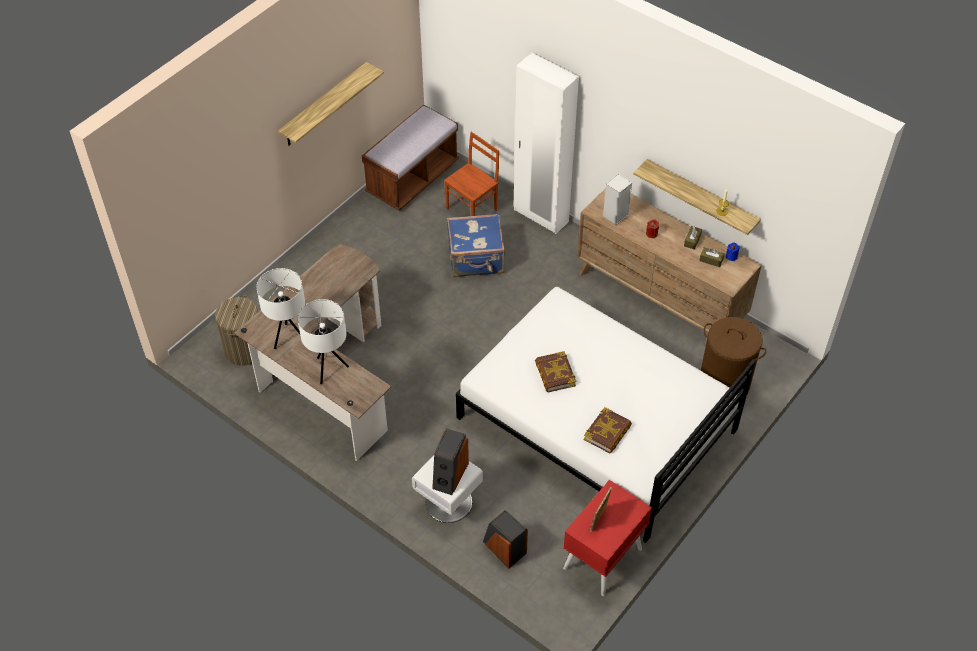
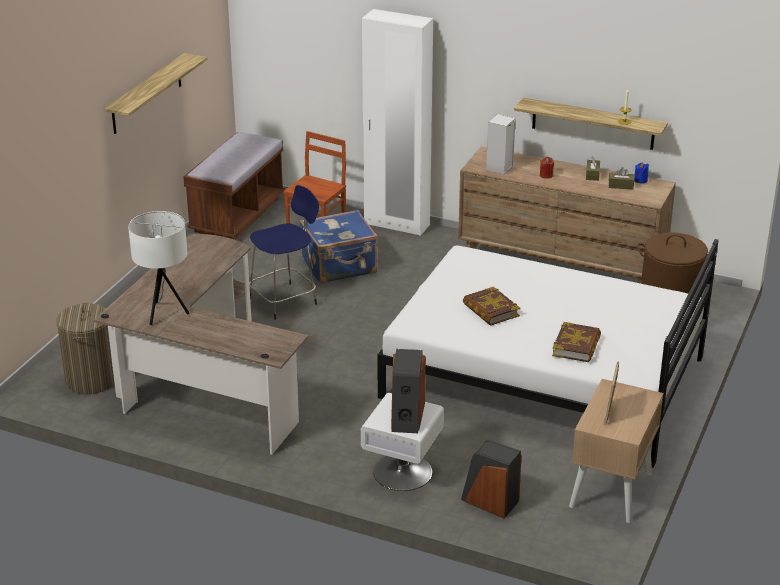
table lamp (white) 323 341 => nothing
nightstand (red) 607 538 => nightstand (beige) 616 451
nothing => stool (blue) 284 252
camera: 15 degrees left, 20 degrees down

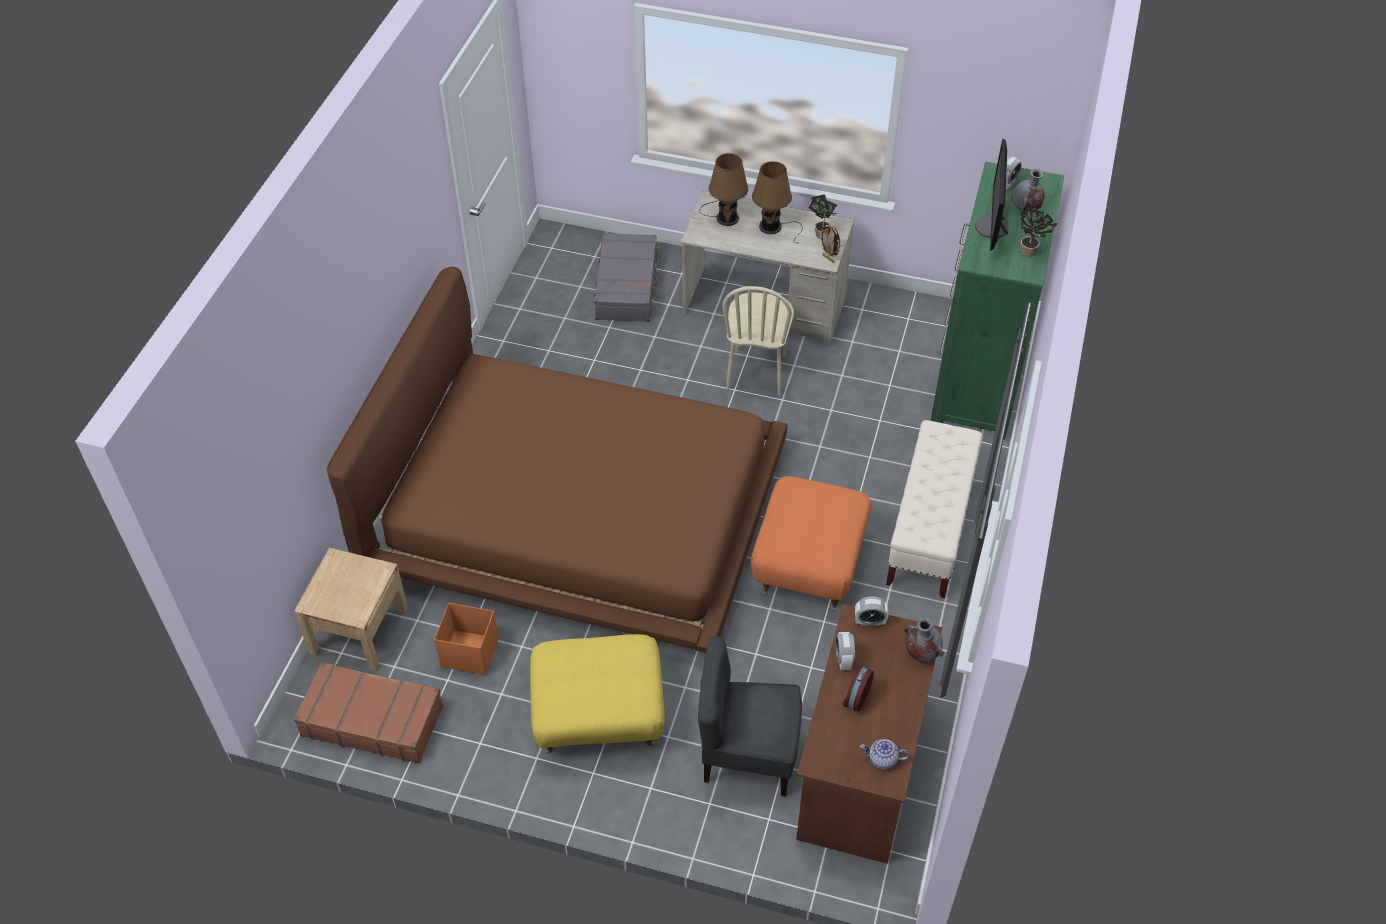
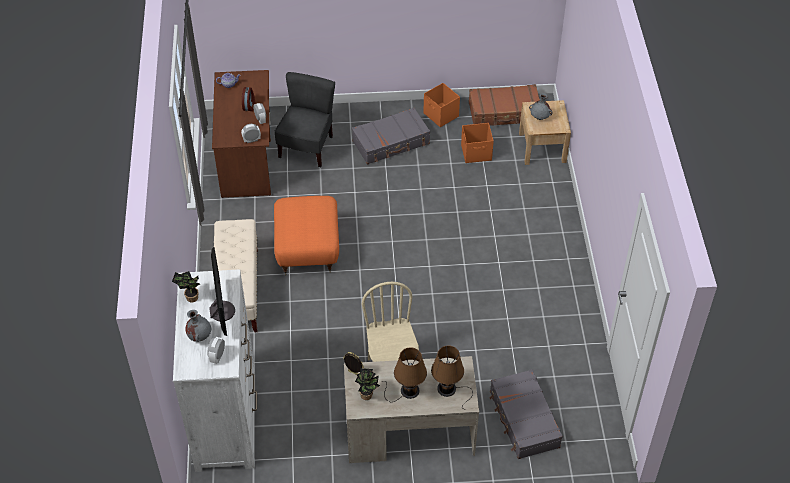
dresser (green) 997 301 => dresser (white) 215 370
bed (brown) 557 460 => nothing
vase (grey) 924 640 => vase (grey) 541 106, shifted
ottoman (yellow) 597 694 => suitcase (grey) 391 136
chair (grey) 750 716 => chair (grey) 305 119, 60 degrees counterclockwise
nothing => storage box (orange) 441 105
camera: 160 degrees right, 0 degrees up

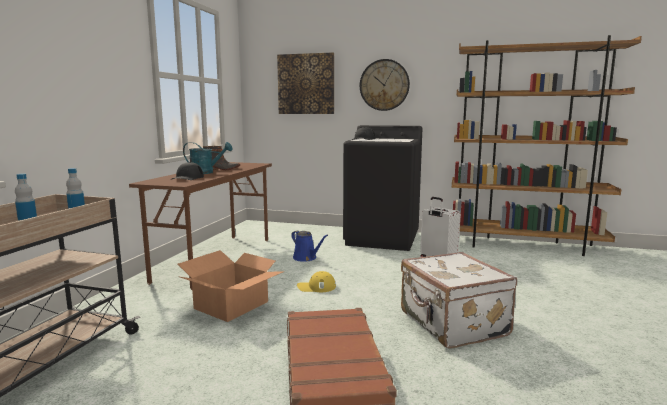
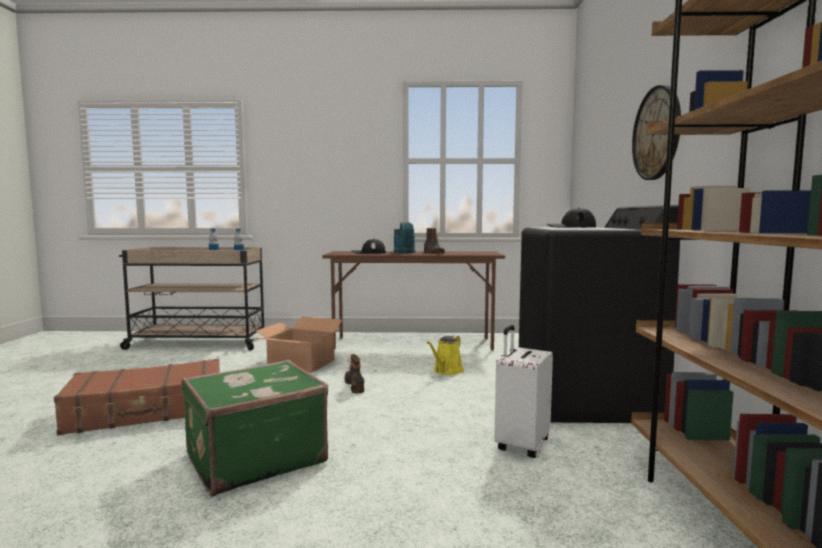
picture 305 83 => nothing
watering can (blue) 309 246 => watering can (yellow) 445 355
suitcase (white) 459 300 => suitcase (green) 254 428
cap (yellow) 316 281 => boot 355 373
camera: 75 degrees right, 5 degrees down

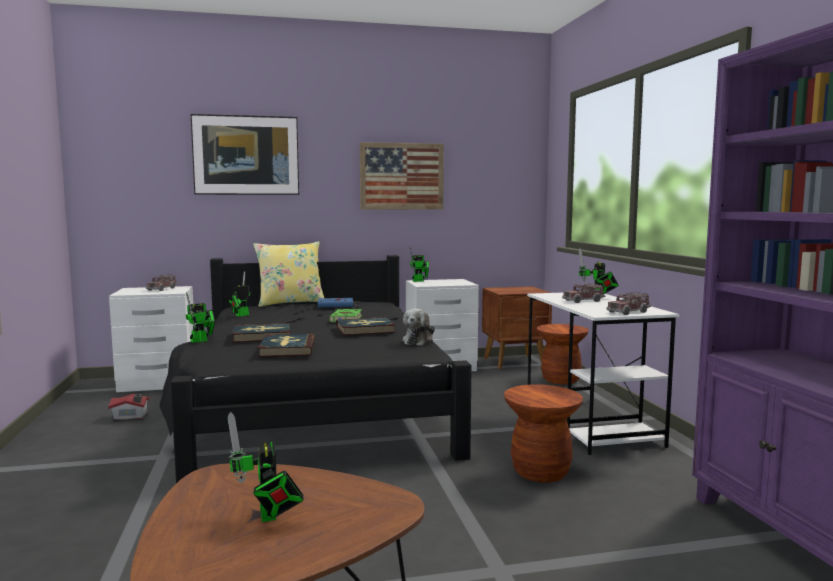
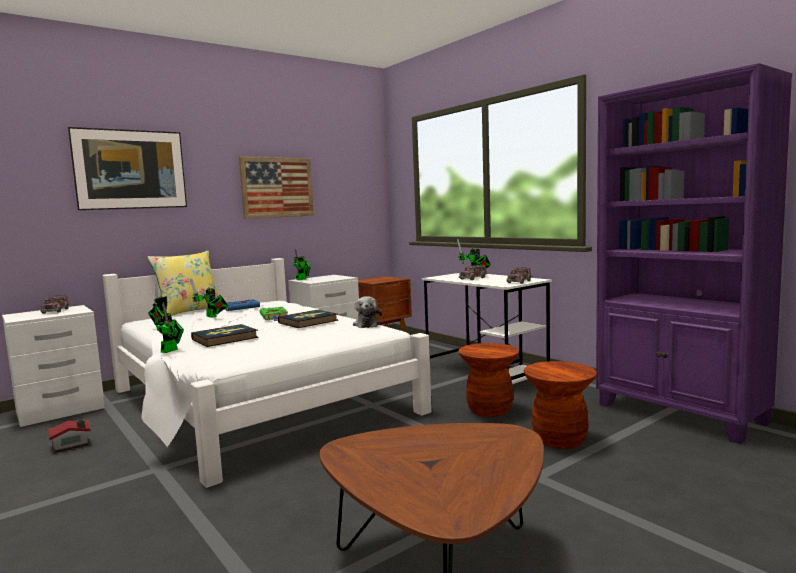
bed (black) 316 369 => bed (white) 267 373
stool (brown) 563 354 => stool (brown) 560 405, shifted
book 286 345 => nothing
toy robot 265 467 => toy robot 209 298, shifted
camera: 25 degrees left, 0 degrees up

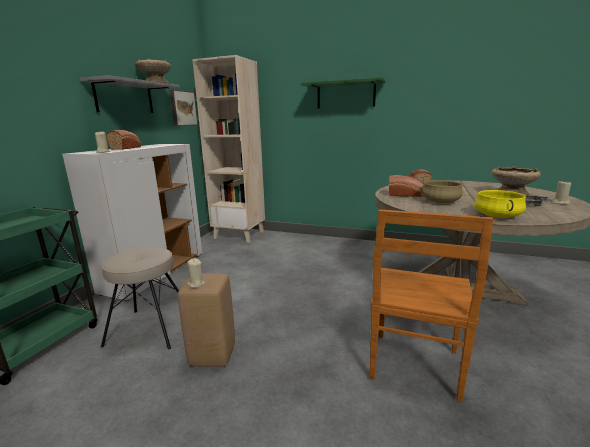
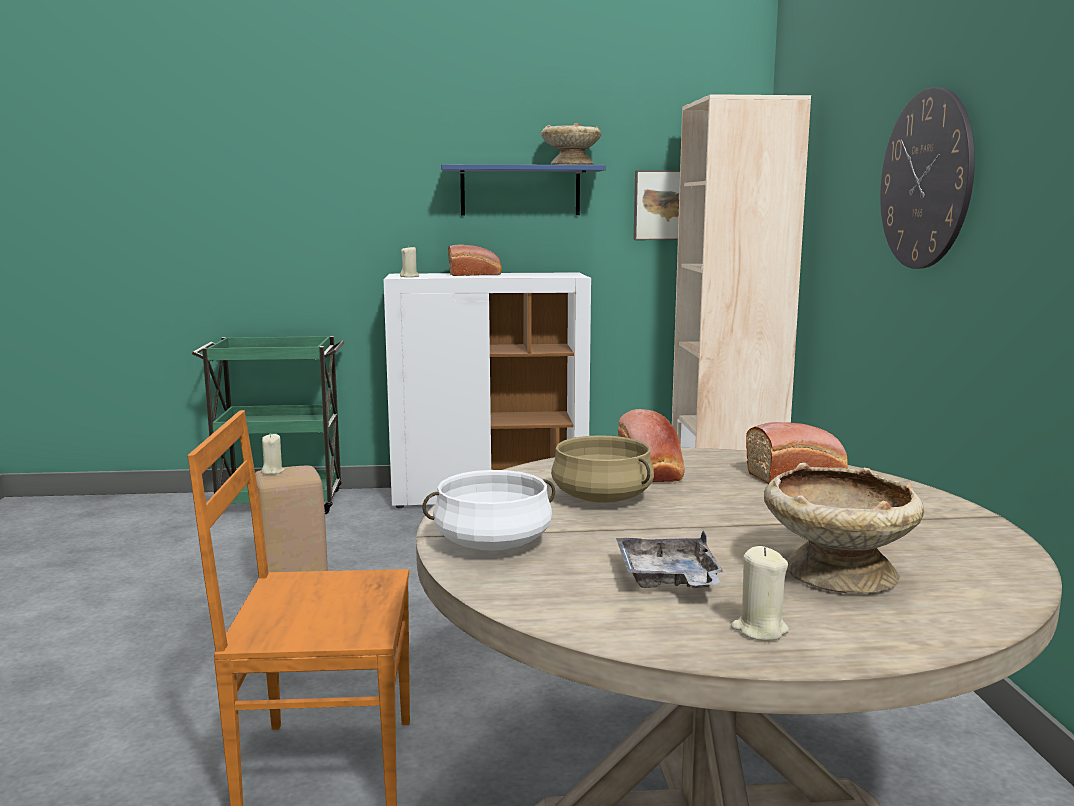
shelf (grey) 130 94 => shelf (blue) 523 189
shelf (green) 343 92 => wall clock 927 178
cooking pot (yellow) 500 204 => cooking pot (white) 488 510
stool (beige) 140 298 => nothing
camera: 65 degrees right, 5 degrees down

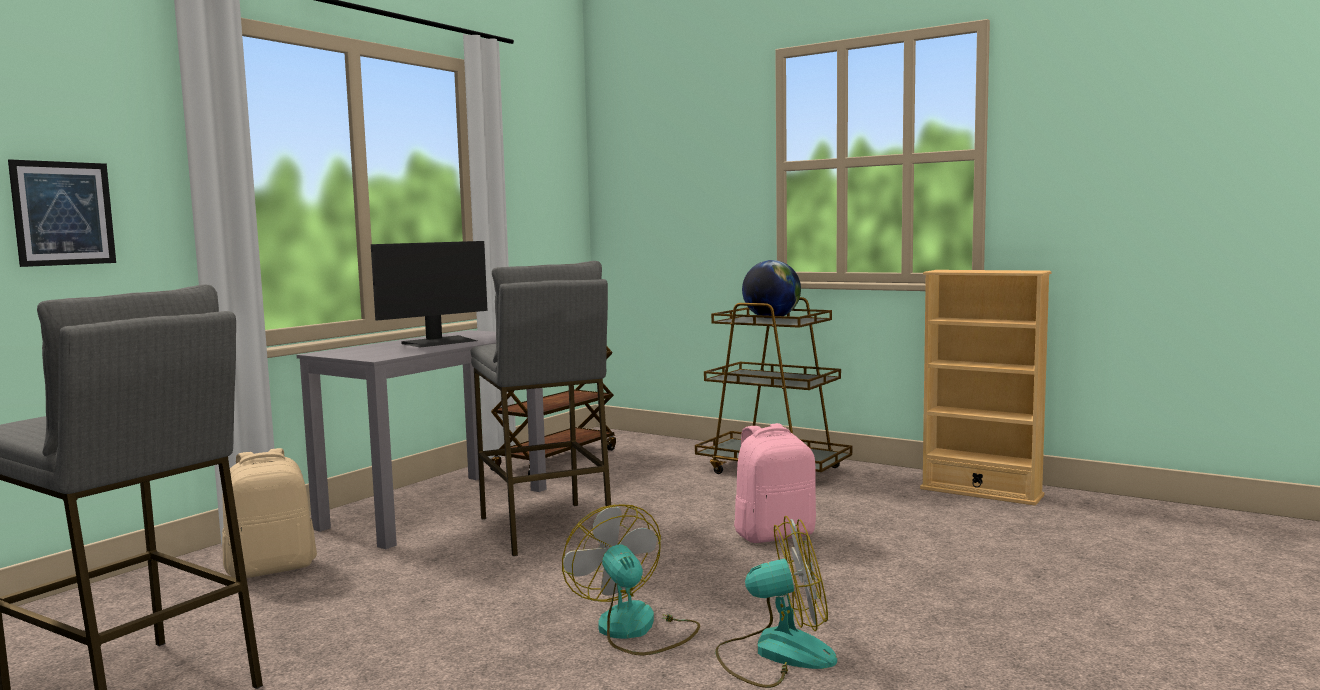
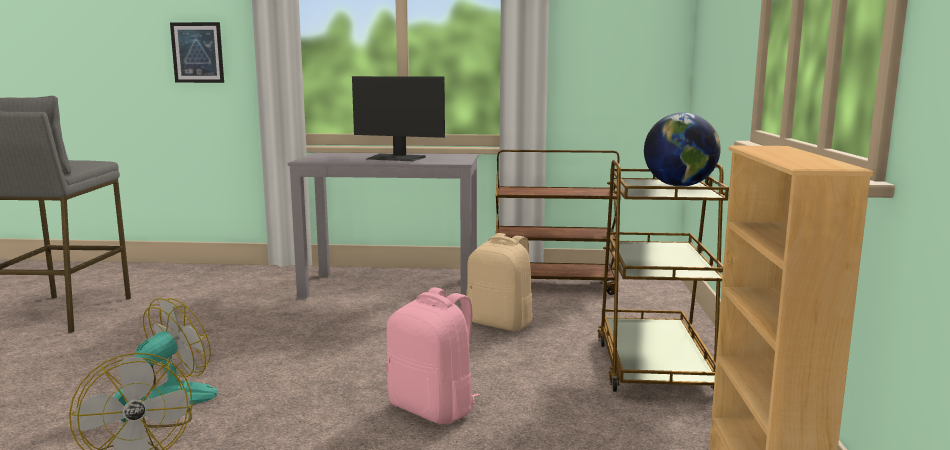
stool (grey) 541 408 => nothing
backpack (beige) 269 513 => backpack (beige) 499 282, shifted
camera: 60 degrees right, 5 degrees up

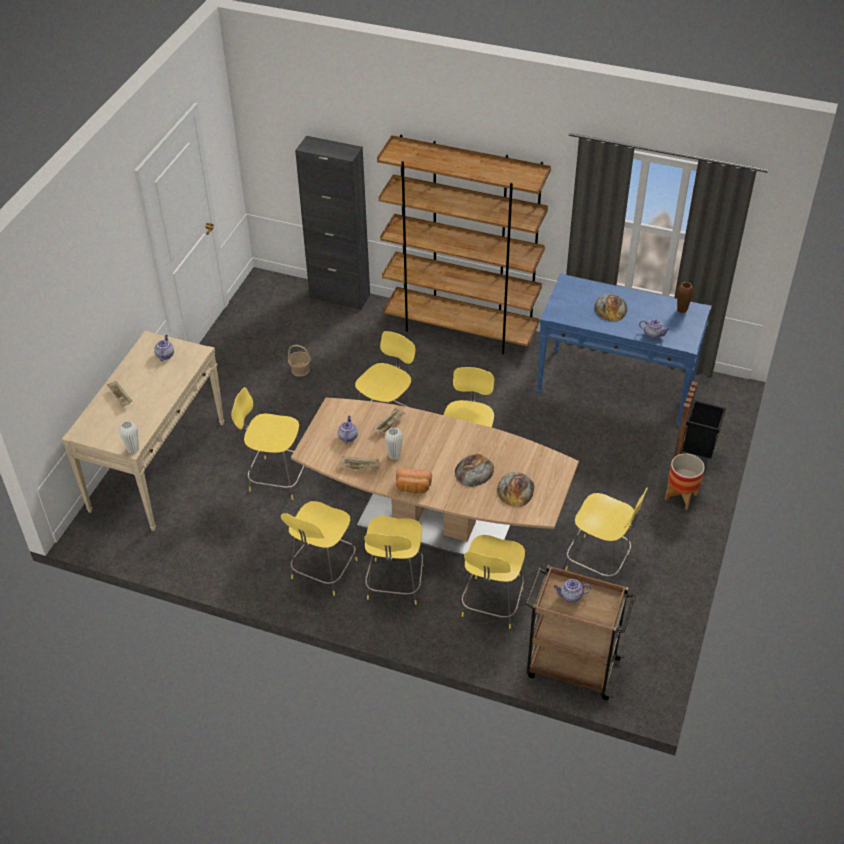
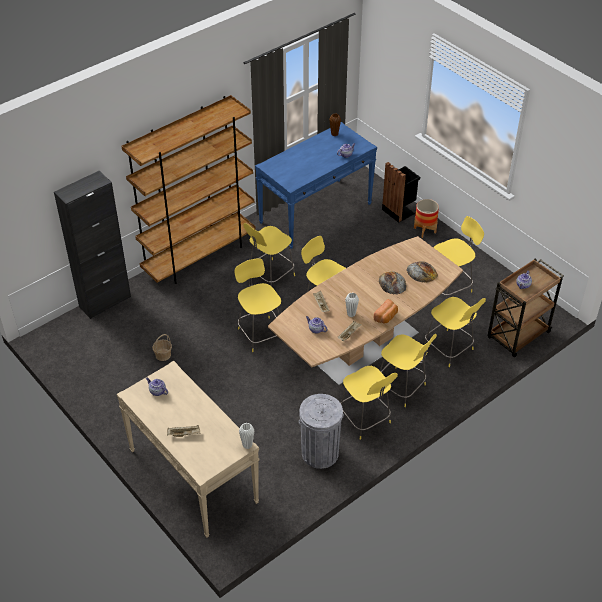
bread 610 307 => nothing
stool (yellow) 267 443 => stool (yellow) 269 255, shifted
nothing => trash can (grey) 321 431
camera: 60 degrees left, 0 degrees up

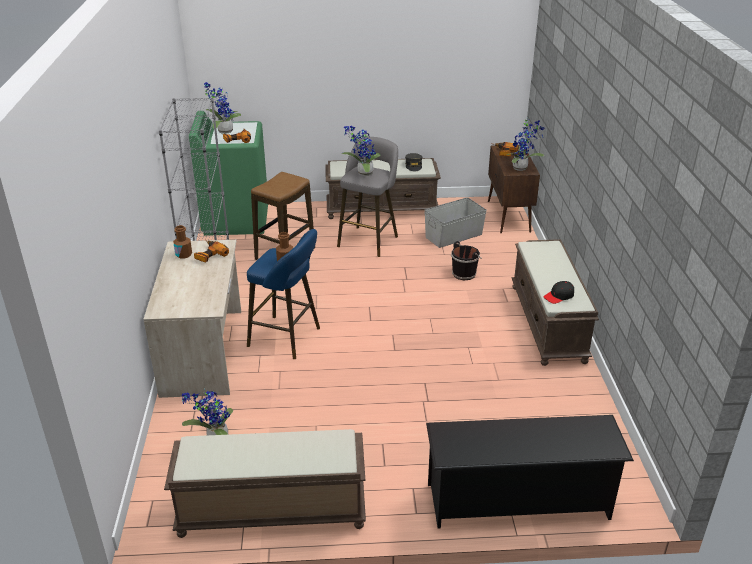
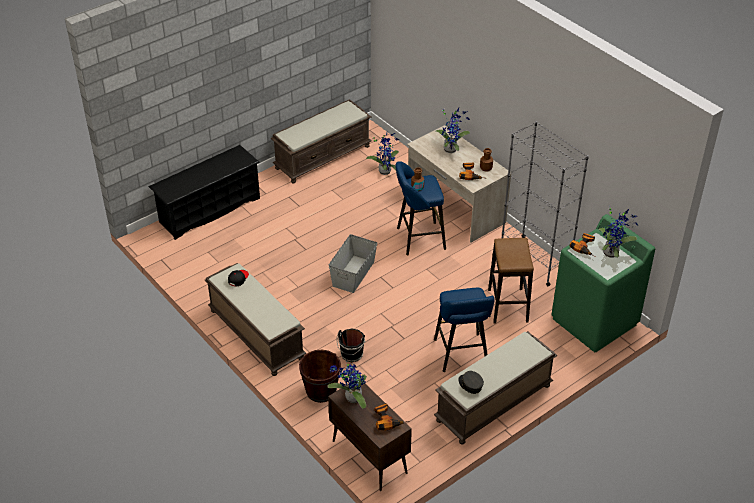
potted plant 361 151 => potted plant 453 130, shifted
stool (grey) 367 197 => stool (blue) 464 330
storage box (grey) 455 222 => storage box (grey) 353 263, shifted
nothing => bucket (brown) 320 376
camera: 145 degrees right, 10 degrees up

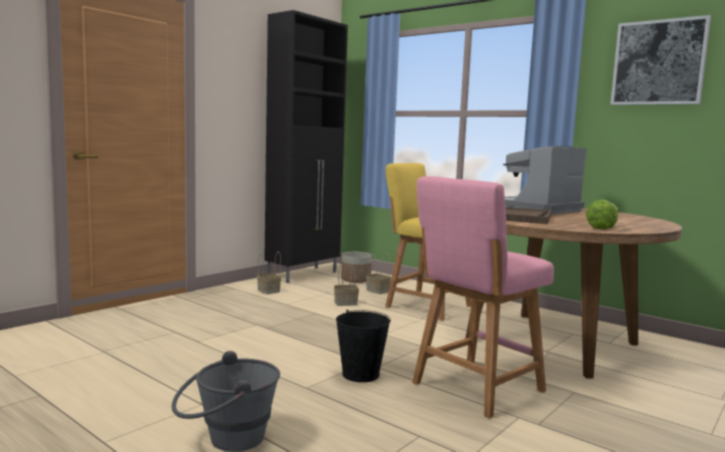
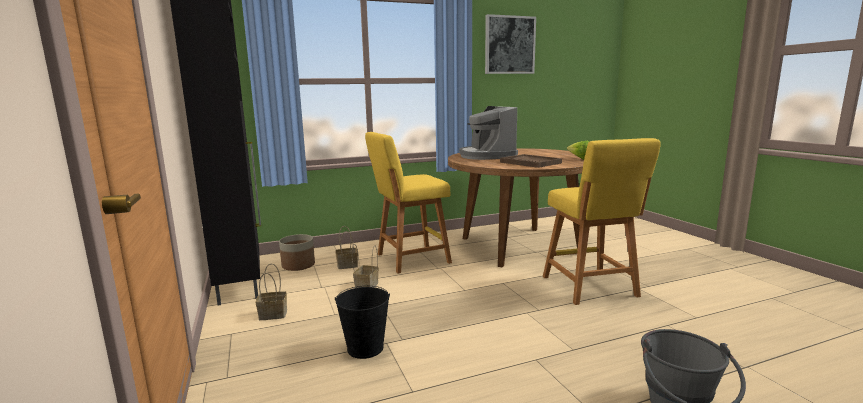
stool (pink) 483 297 => stool (yellow) 602 221
bucket (black) 363 346 => bucket (black) 362 322, shifted
camera: 60 degrees left, 5 degrees up

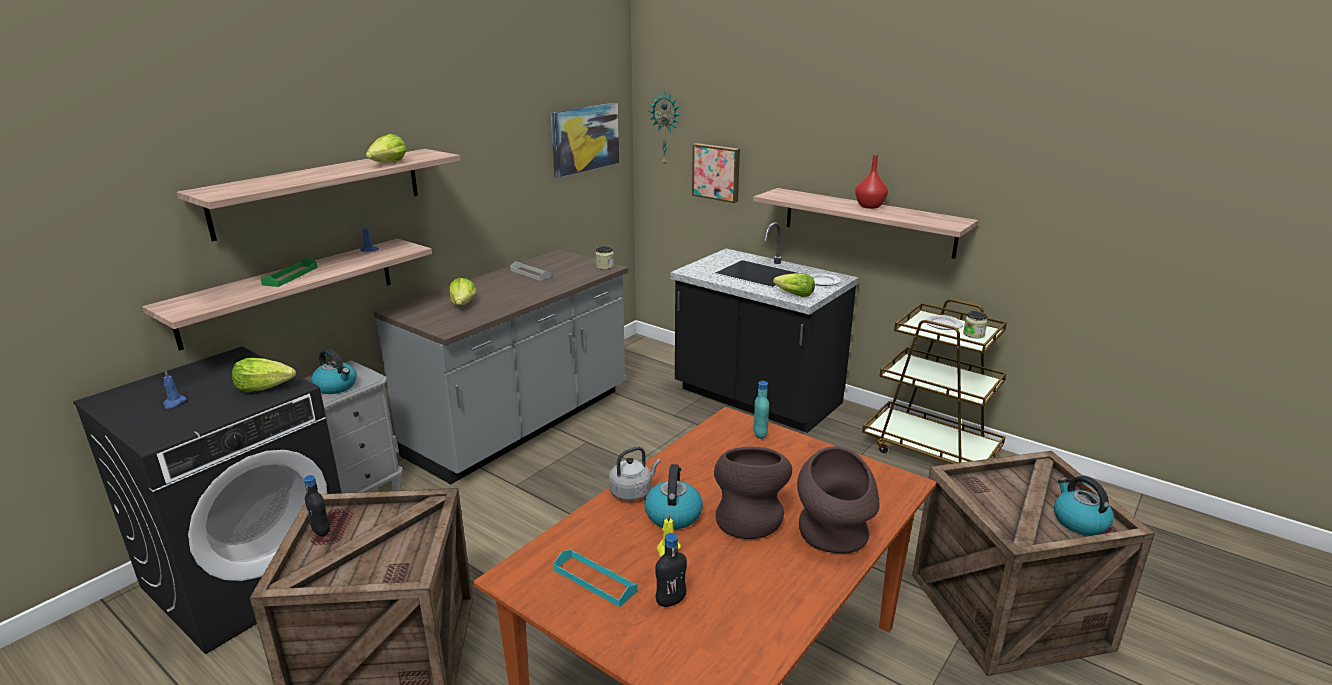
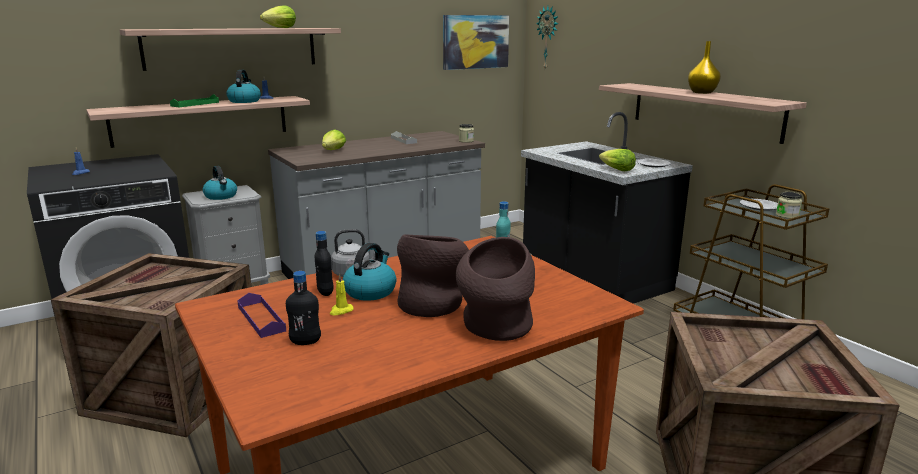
picture 716 173 => nothing
vase (red) 871 182 => vase (yellow) 704 67
lettuce 264 375 => nothing
bottle (black) 317 505 => bottle (black) 324 263, shifted
kettle 1084 505 => kettle 243 86, shifted
tray (turquoise) 595 578 => tray (purple) 261 315
camera: 20 degrees right, 5 degrees down

